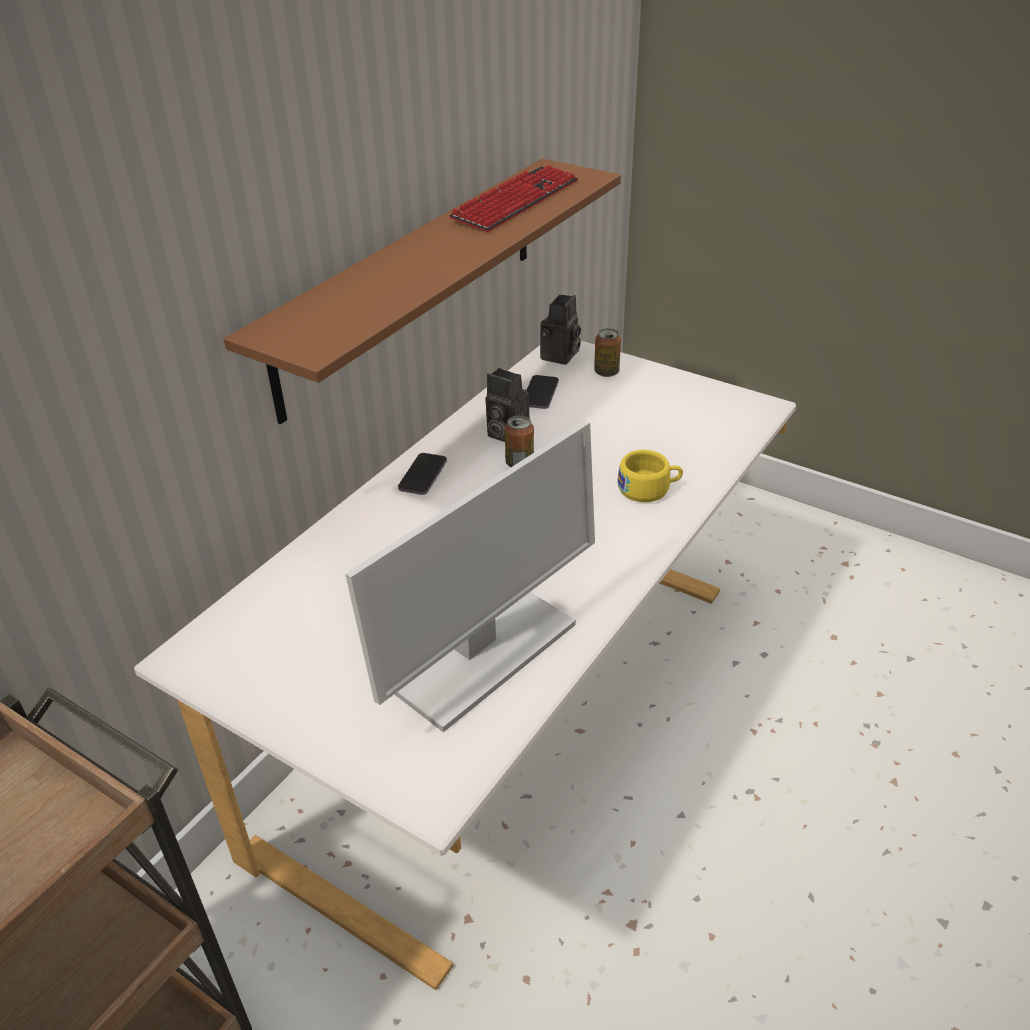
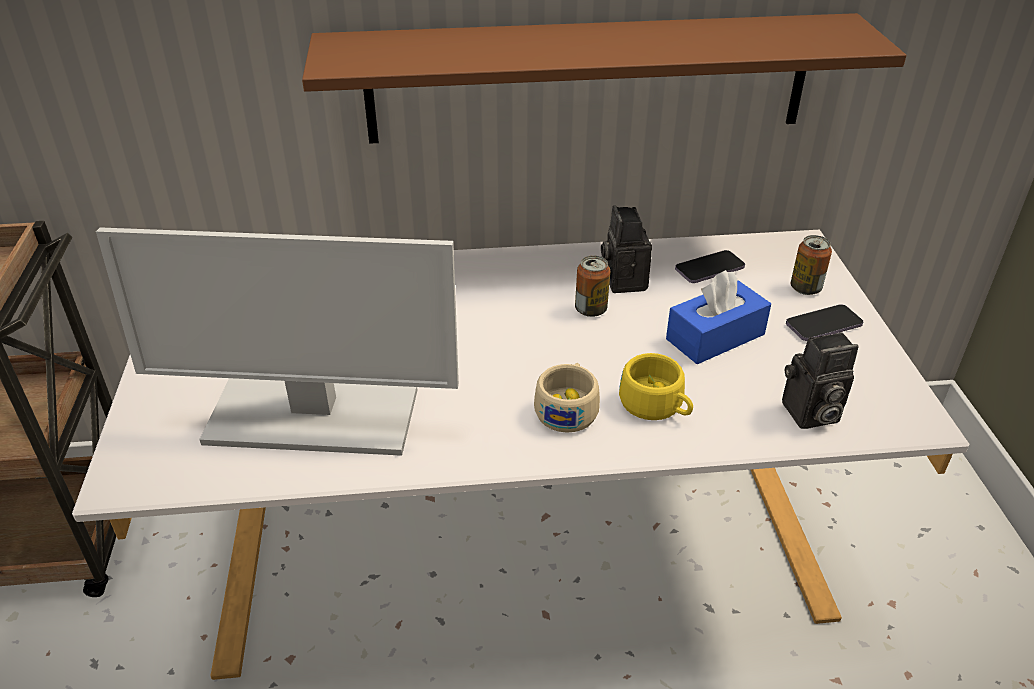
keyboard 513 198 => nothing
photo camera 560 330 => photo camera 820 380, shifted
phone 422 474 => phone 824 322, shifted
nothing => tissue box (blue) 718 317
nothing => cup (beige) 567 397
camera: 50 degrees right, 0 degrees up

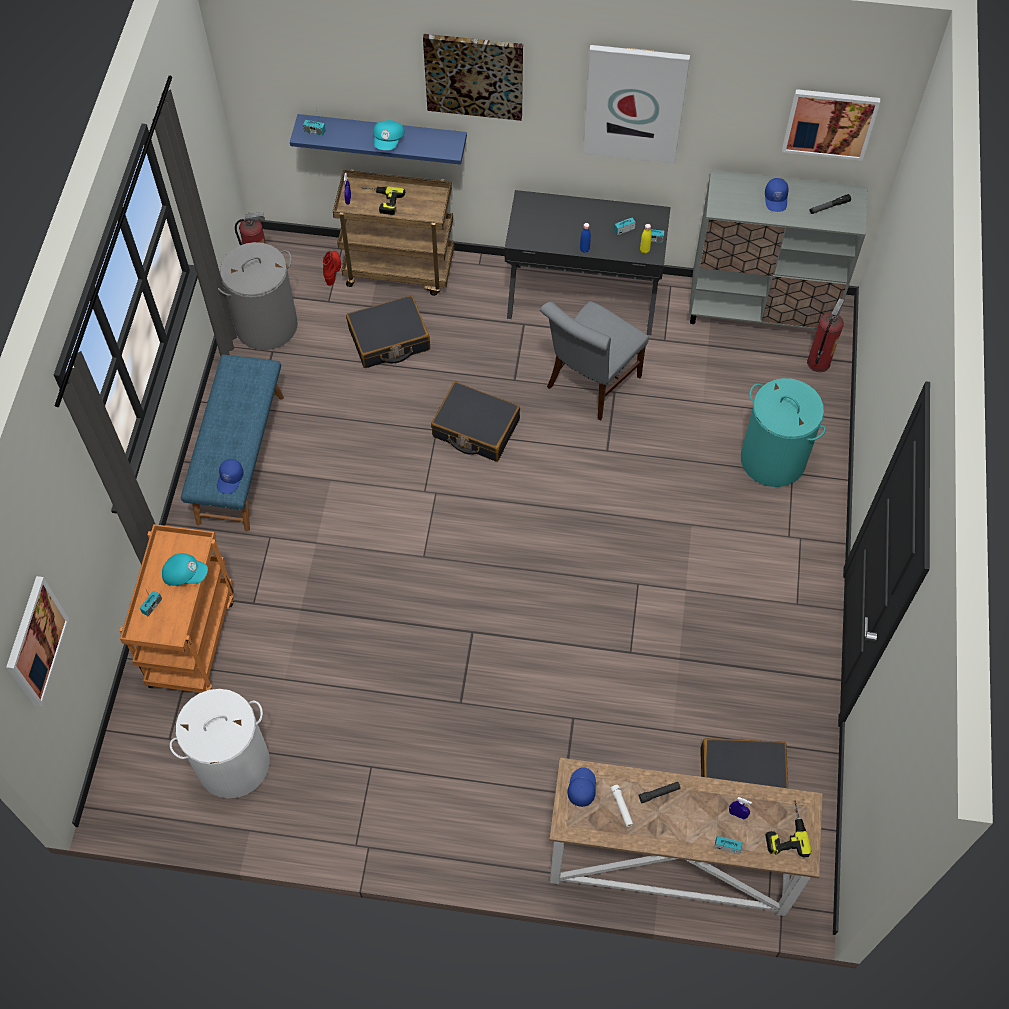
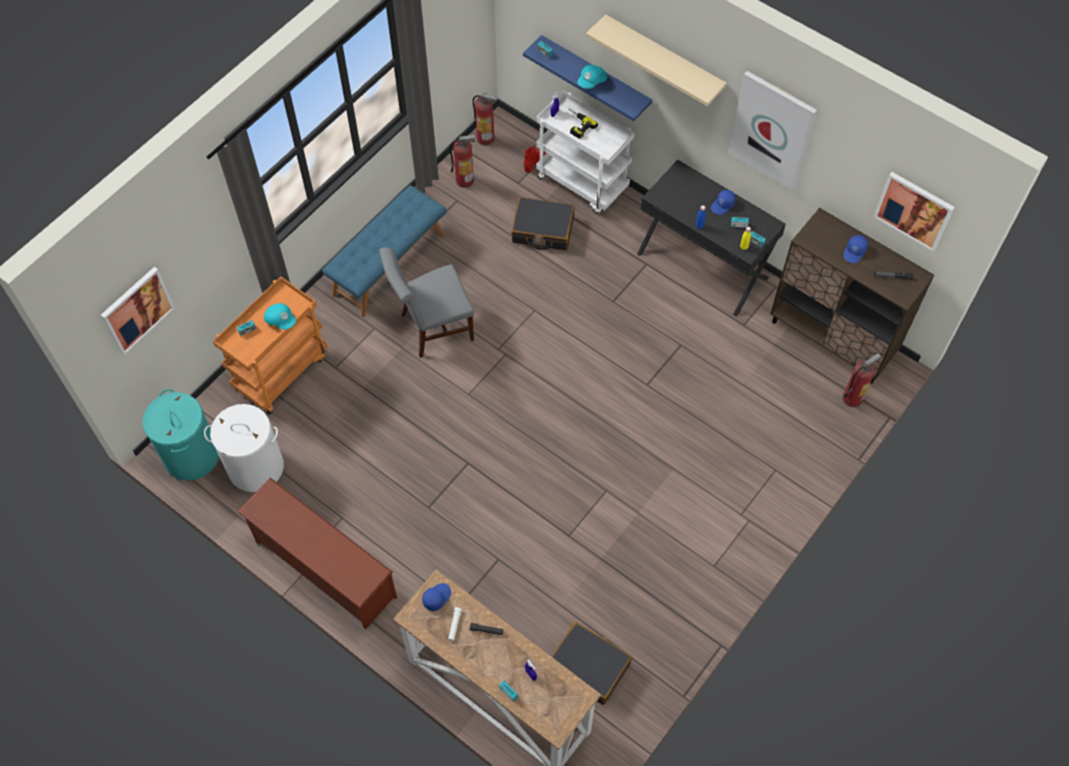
picture 473 77 => shelf (beige) 656 60
cart (brown) 394 232 => cart (white) 585 152
cabinet (grey) 778 249 => cabinet (brown) 852 296
laundry basket (grey) 258 296 => fire extinguisher 462 161
chair (grey) 594 360 => chair (grey) 426 302, shifted
laundry basket (turquoise) 783 432 => laundry basket (turquoise) 180 435, shifted
suitcase (black) 475 422 => nothing
cap (blue) 230 476 => cap (blue) 723 202, shifted
power drill 788 829 => nothing
nothing => shoe rack (brown) 317 554
camera: 30 degrees right, 0 degrees up

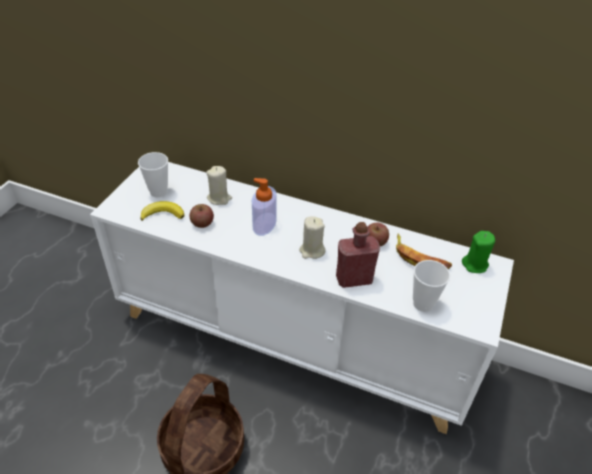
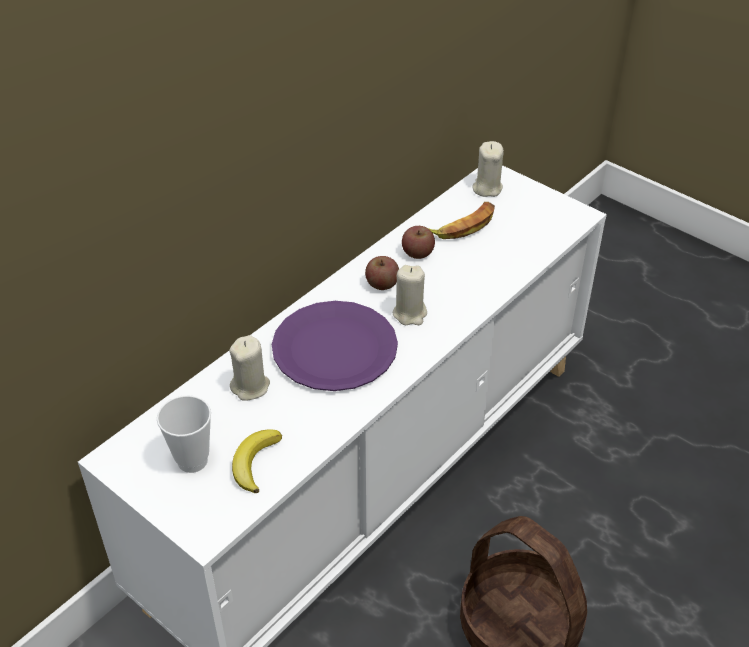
soap dispenser 264 207 => plate (purple) 335 346
apple 201 216 => apple 382 273, shifted
bottle (red) 358 255 => nothing
candle (green) 478 252 => candle (beige) 488 169
cup 431 286 => nothing
camera: 70 degrees left, 0 degrees up

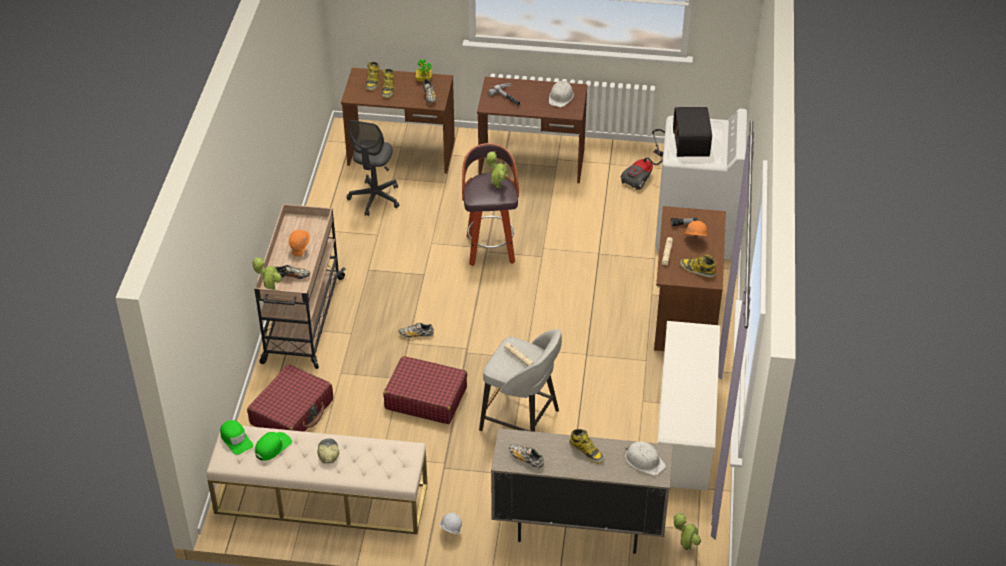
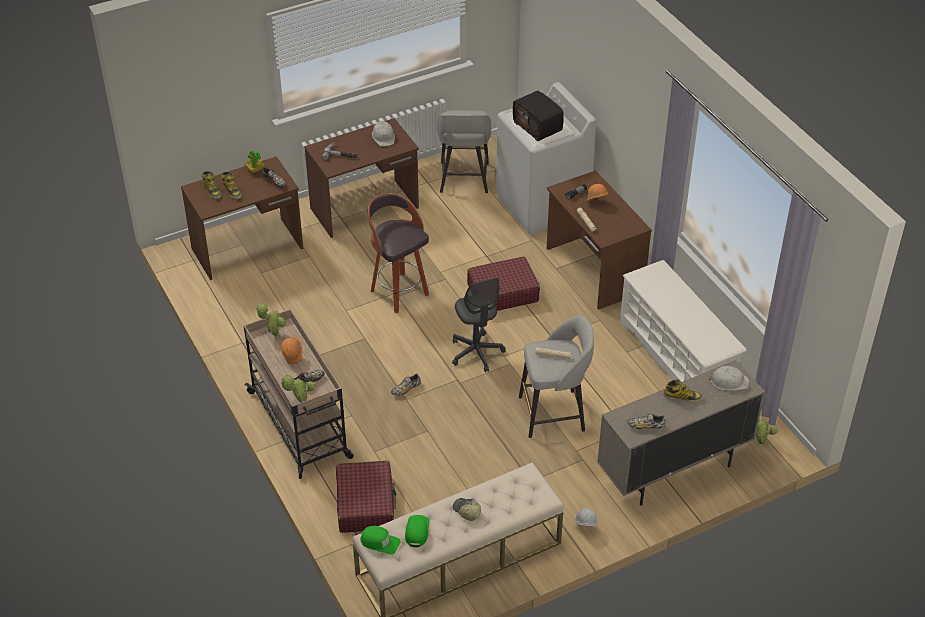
office chair (grey) 373 168 => office chair (grey) 479 325, shifted
vacuum cleaner 643 160 => stool (grey) 464 151
potted plant 497 169 => potted plant 271 319, shifted
boot 698 266 => nothing
suitcase (red) 425 390 => suitcase (red) 503 283, shifted
camera: 35 degrees left, 0 degrees up

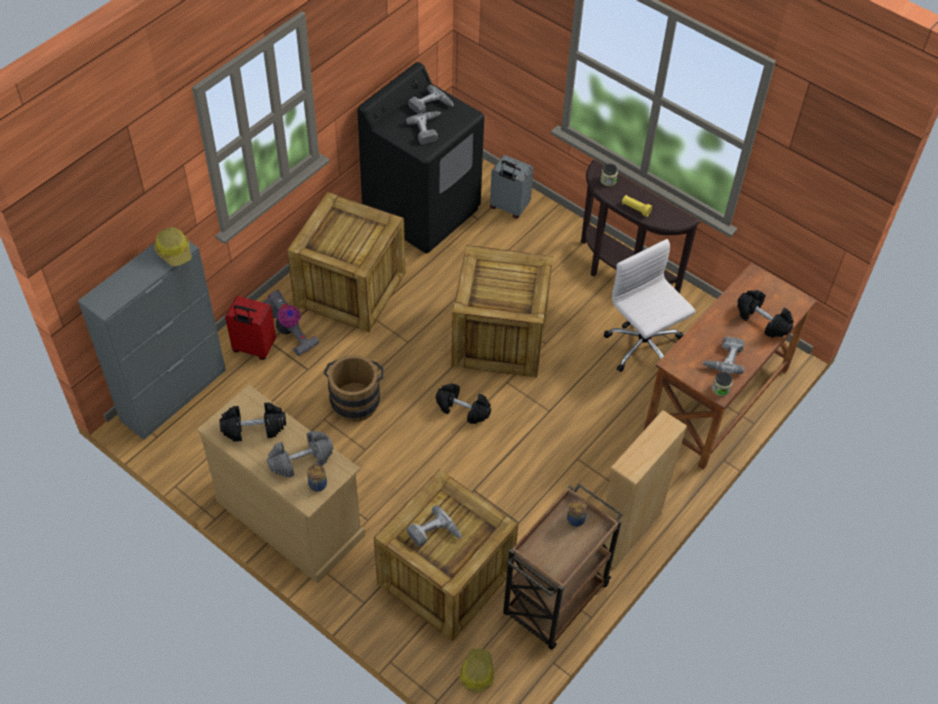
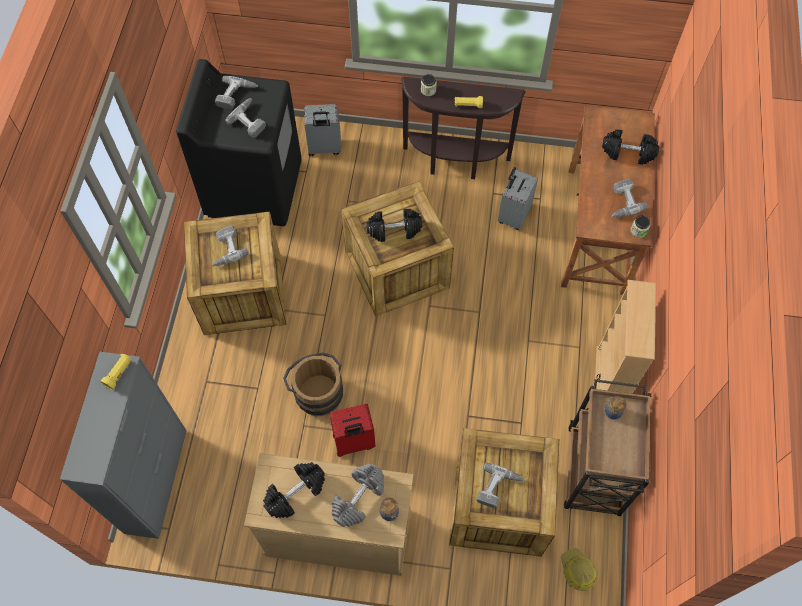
hard hat 173 247 => flashlight (yellow) 116 371
office chair (white) 649 305 => suitcase (grey) 518 198
vacuum cleaner 290 323 => nothing
suitcase (red) 250 328 => suitcase (red) 352 430, shifted
dumbbell (black) 463 403 => dumbbell (black) 394 225, shifted
nothing => power drill 230 246
camera: 30 degrees left, 10 degrees up

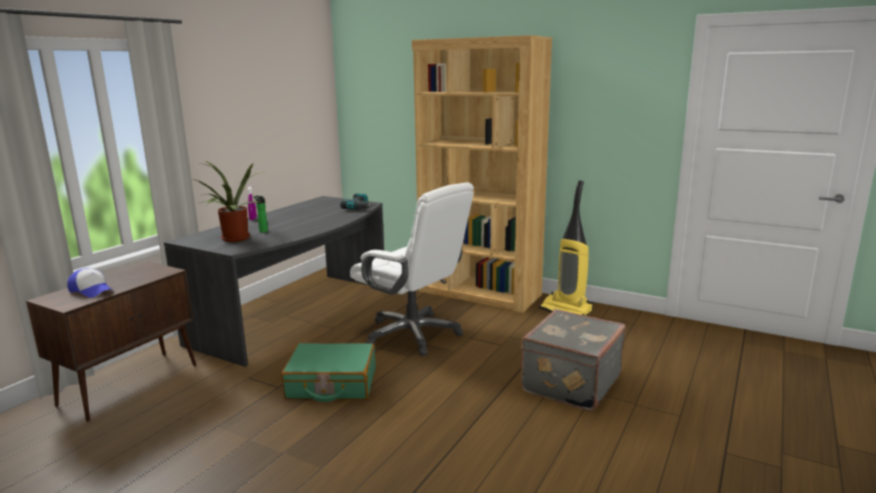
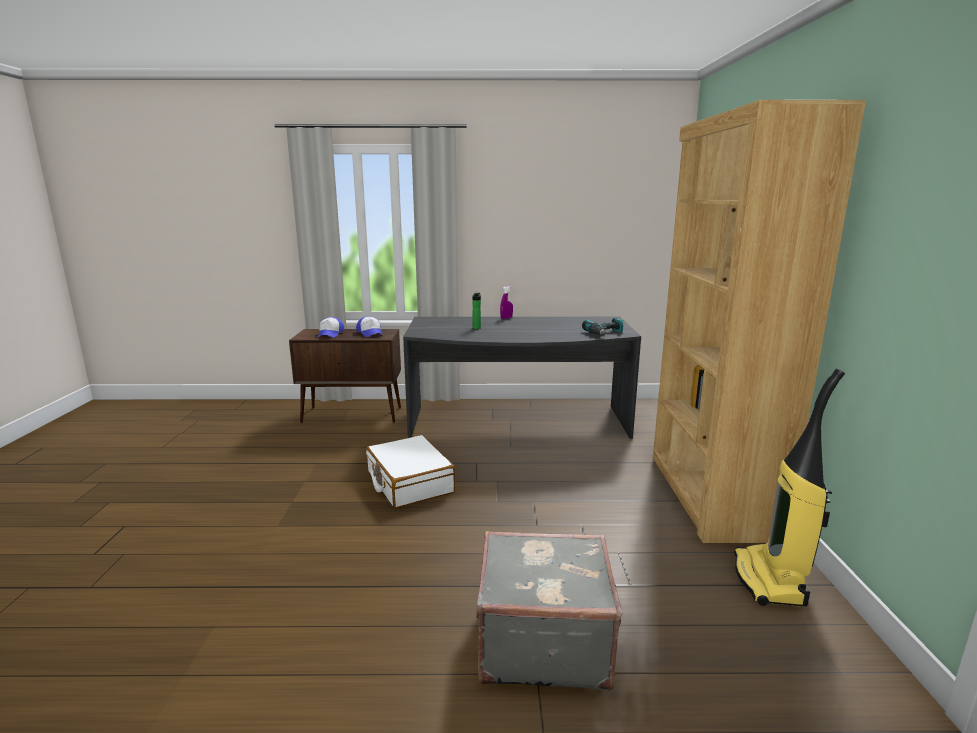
potted plant 227 201 => nothing
office chair (white) 412 269 => nothing
suitcase (green) 328 372 => suitcase (white) 410 471
nothing => cap 369 326
camera: 60 degrees right, 0 degrees up

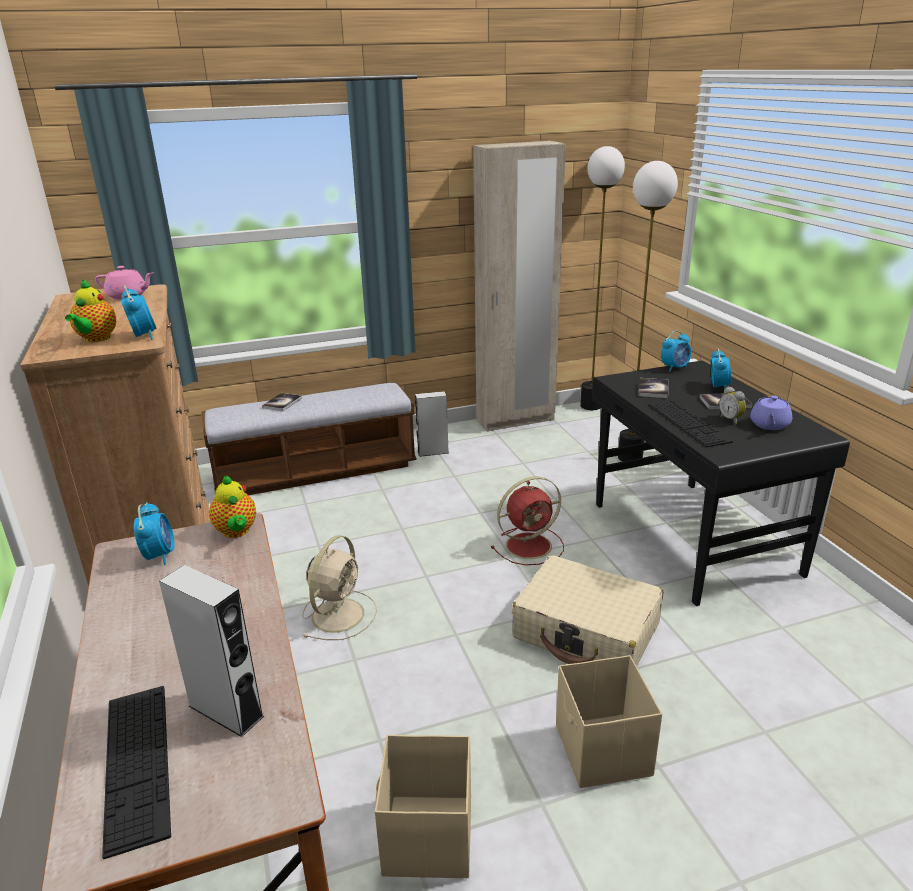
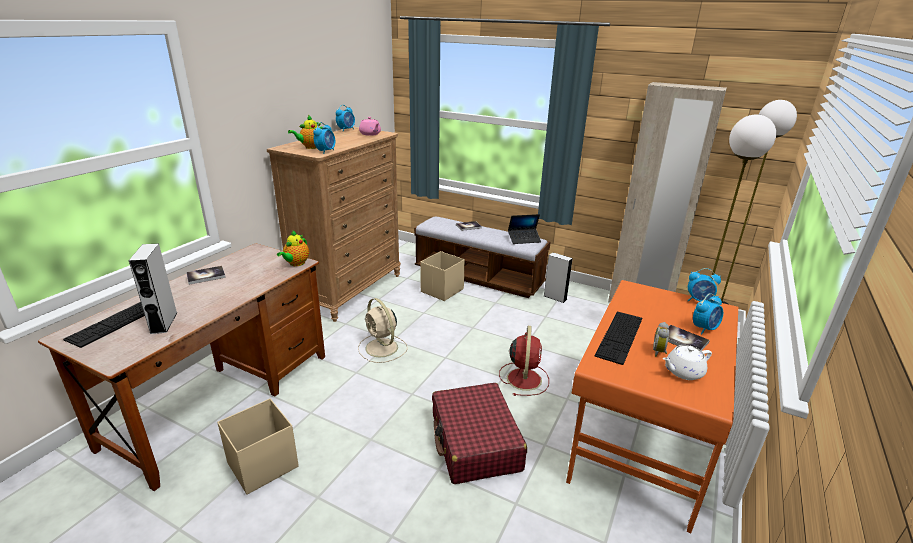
desk (black) 721 483 => desk (orange) 652 406
book 653 388 => book 206 275, shifted
teapot (purple) 771 412 => teapot (white) 687 362
fan (red) 527 520 => fan (red) 524 361, 105 degrees counterclockwise
alarm clock 154 533 => alarm clock 345 118, shifted
fan (beige) 339 587 => fan (beige) 383 330, 75 degrees clockwise
suitcase (beige) 588 610 => suitcase (red) 479 433
storage box (beige) 609 721 => storage box (beige) 442 276, shifted
nothing => laptop 524 229
camera: 45 degrees right, 0 degrees up

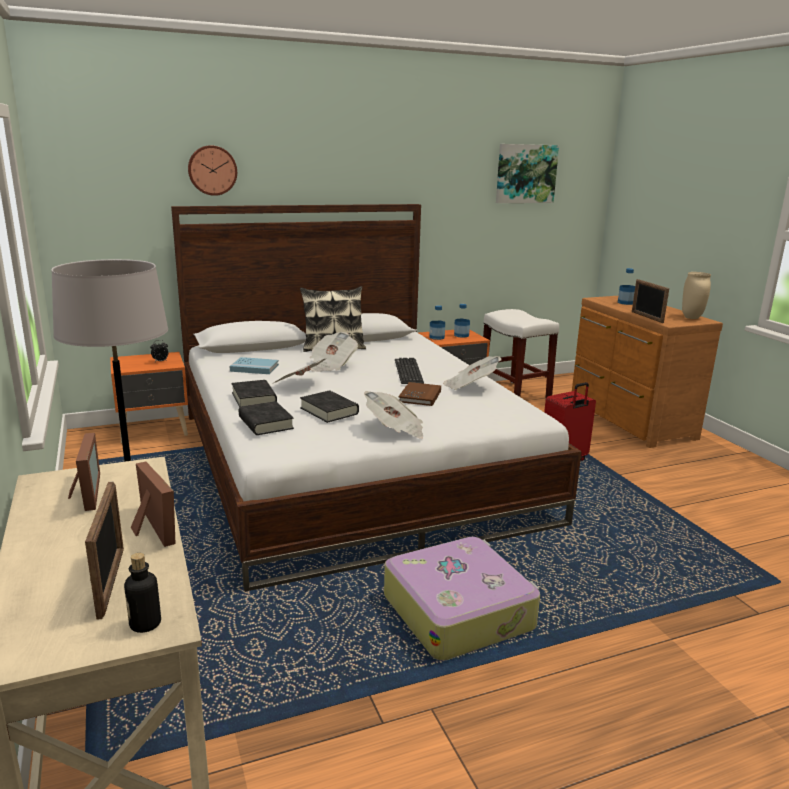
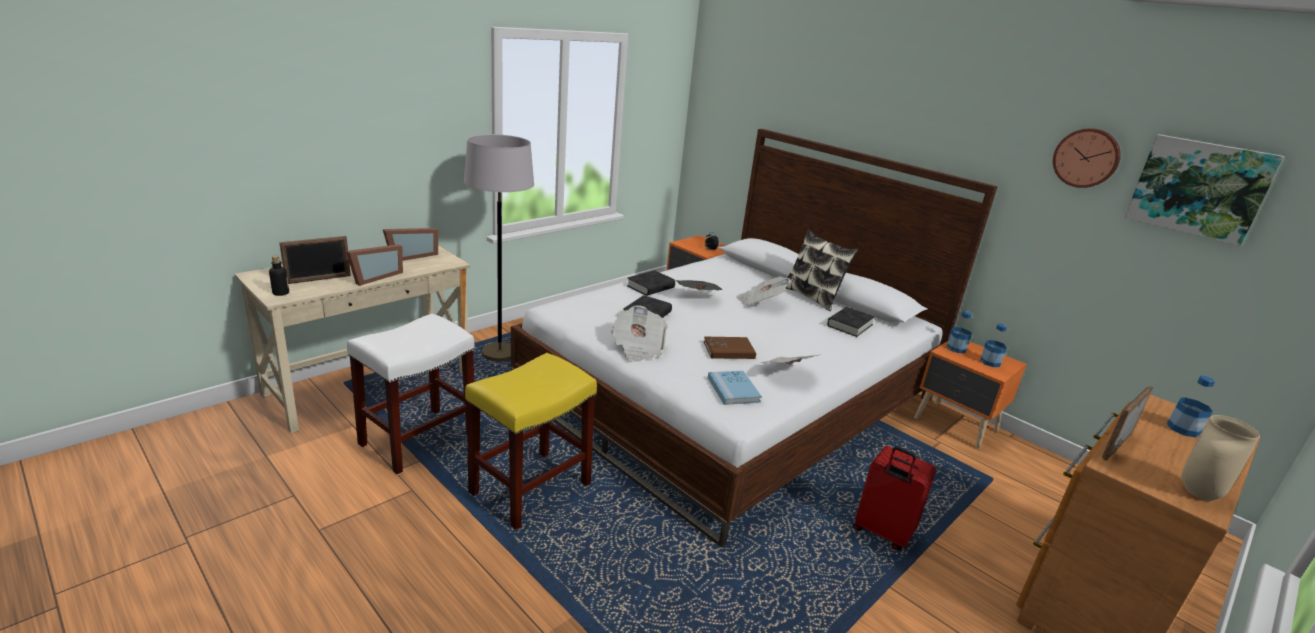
wall clock 212 170 => wall clock 1087 158, shifted
stool (white) 521 354 => stool (white) 410 394, shifted
book (blue) 254 365 => book (blue) 735 388, shifted
keyboard 409 371 => nothing
book (black) 266 418 => book (black) 851 322, shifted
suitcase 462 599 => stool (yellow) 531 441
camera: 65 degrees right, 5 degrees up

